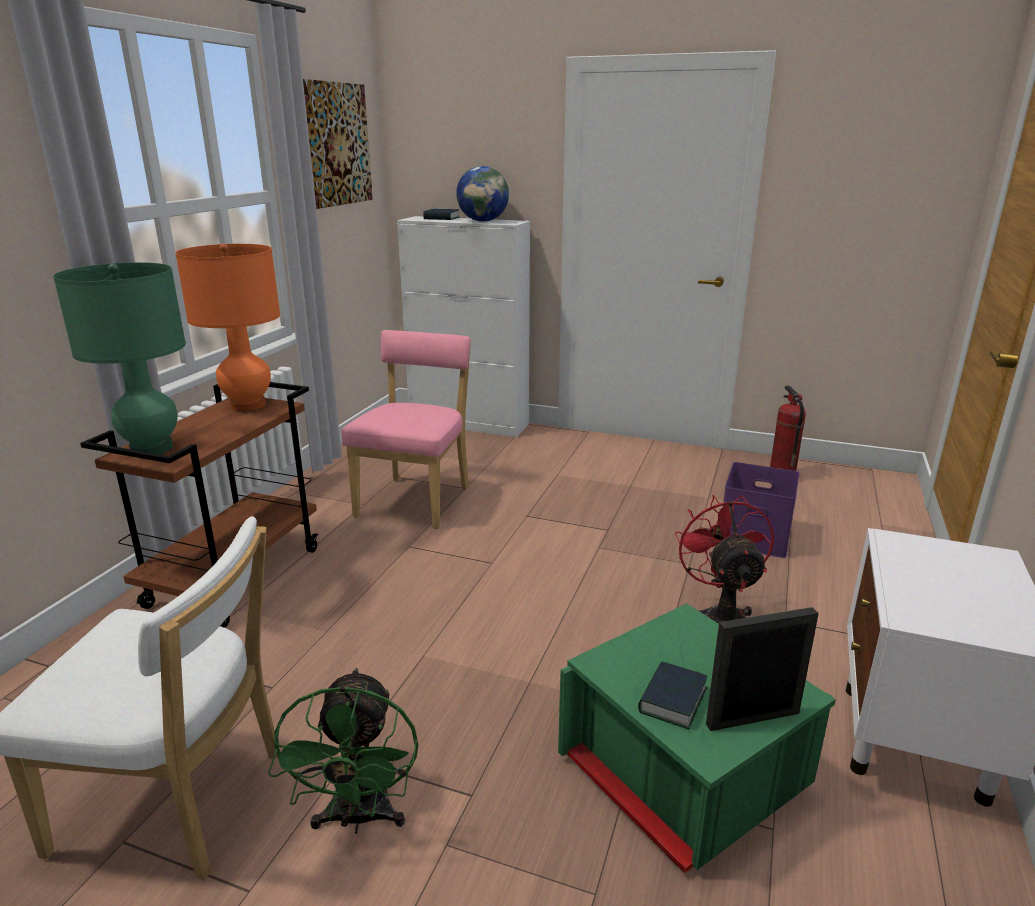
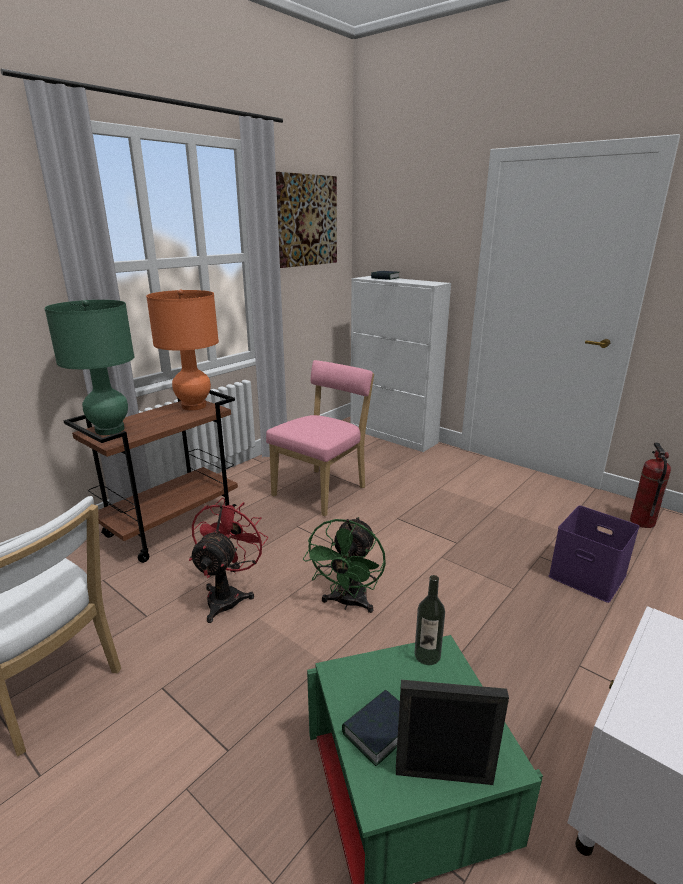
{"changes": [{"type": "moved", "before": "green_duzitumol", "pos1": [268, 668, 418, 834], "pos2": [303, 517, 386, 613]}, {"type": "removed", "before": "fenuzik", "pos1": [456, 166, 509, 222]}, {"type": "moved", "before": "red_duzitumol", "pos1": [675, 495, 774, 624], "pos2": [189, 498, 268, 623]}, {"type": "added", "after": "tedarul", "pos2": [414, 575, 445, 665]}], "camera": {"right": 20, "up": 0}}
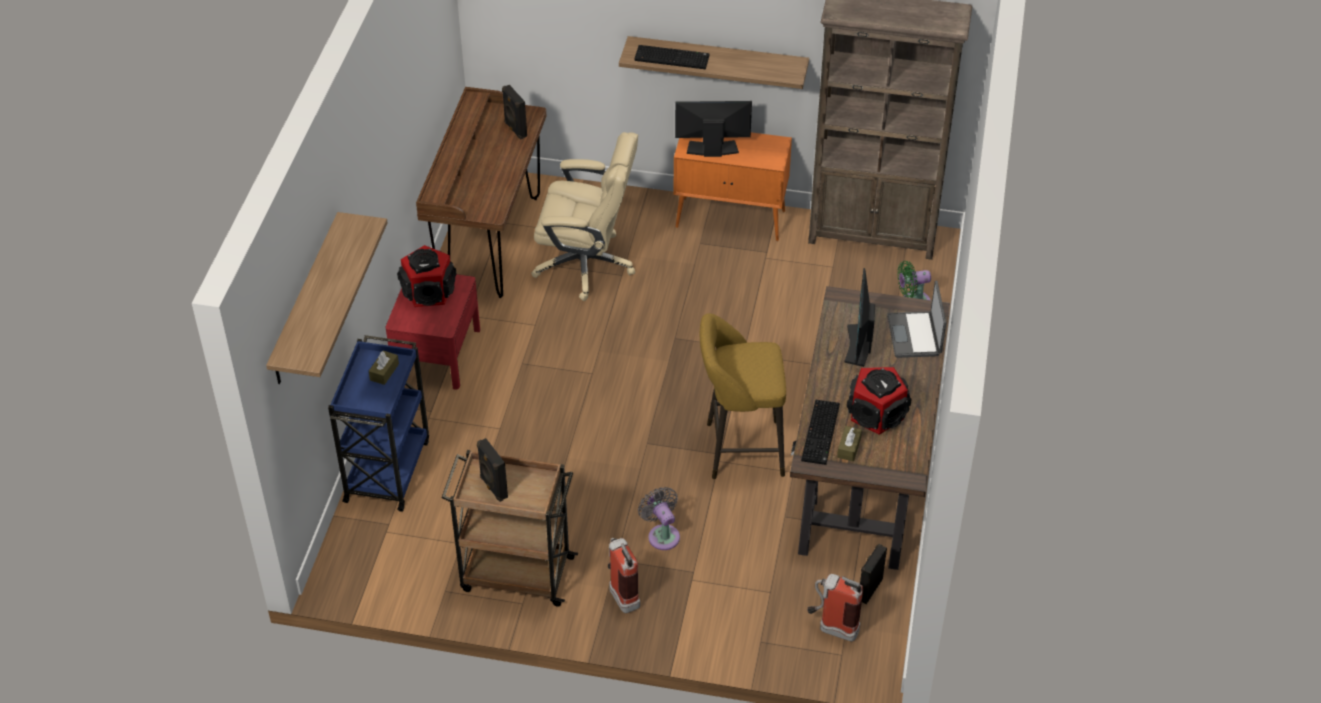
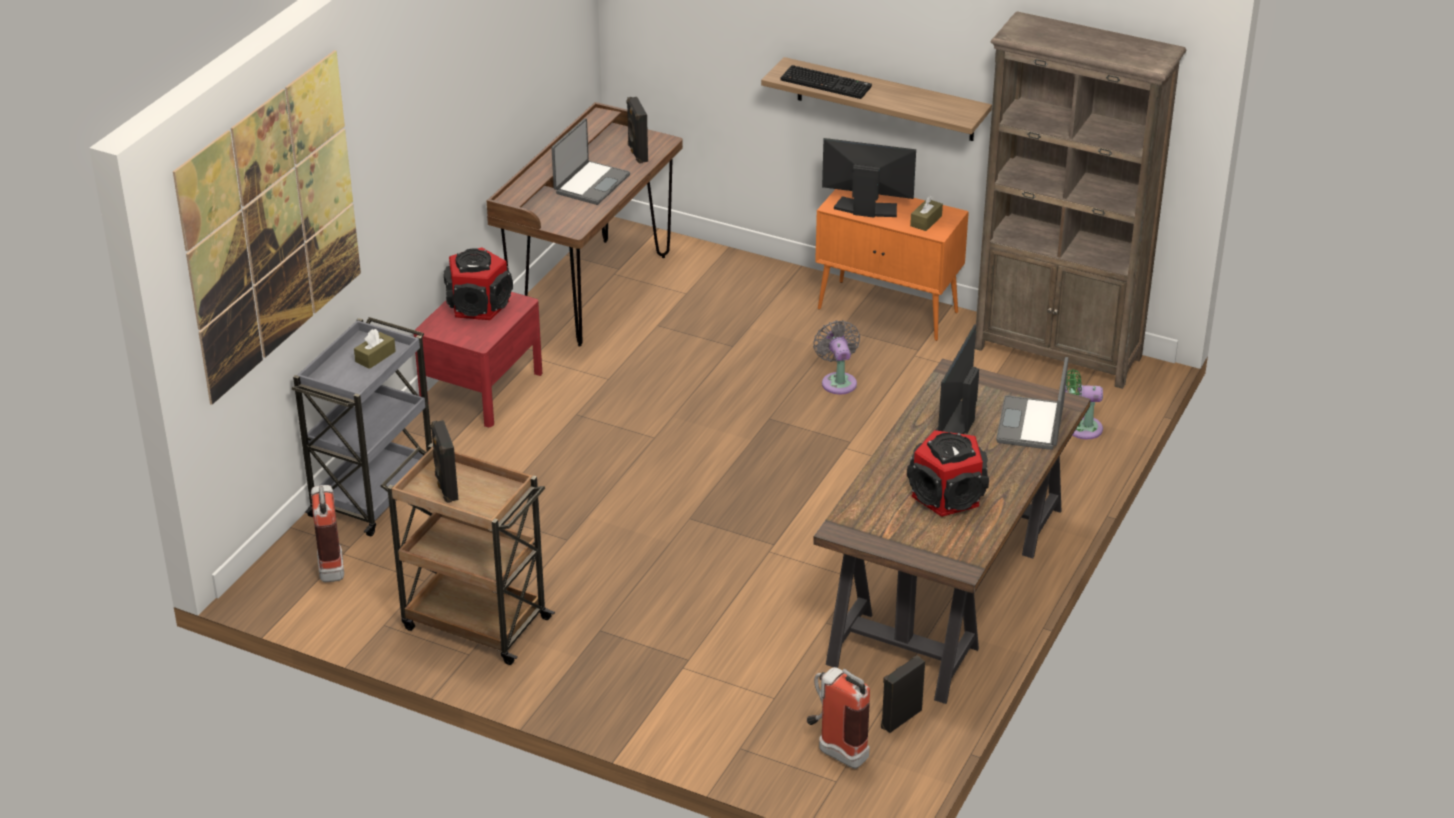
{"changes": [{"type": "replaced", "before": "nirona", "after": "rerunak", "pos1": [266, 212, 388, 384], "pos2": [173, 50, 361, 405]}, {"type": "recoloured", "before": "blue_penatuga", "after": "grey_penatuga", "pos1": [328, 335, 429, 512], "pos2": [292, 317, 432, 537]}, {"type": "removed", "before": "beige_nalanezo", "pos1": [531, 132, 638, 301]}, {"type": "moved", "before": "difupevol", "pos1": [608, 538, 640, 613], "pos2": [311, 485, 344, 582]}, {"type": "moved", "before": "grey_duzitumol", "pos1": [638, 487, 680, 550], "pos2": [813, 320, 860, 394]}, {"type": "removed", "before": "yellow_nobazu", "pos1": [700, 313, 786, 479]}, {"type": "removed", "before": "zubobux", "pos1": [801, 400, 840, 465]}, {"type": "moved", "before": "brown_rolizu", "pos1": [837, 426, 862, 461], "pos2": [910, 196, 943, 231]}, {"type": "added", "after": "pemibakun", "pos2": [552, 118, 630, 205]}], "camera": {"right": 15, "up": -10}}
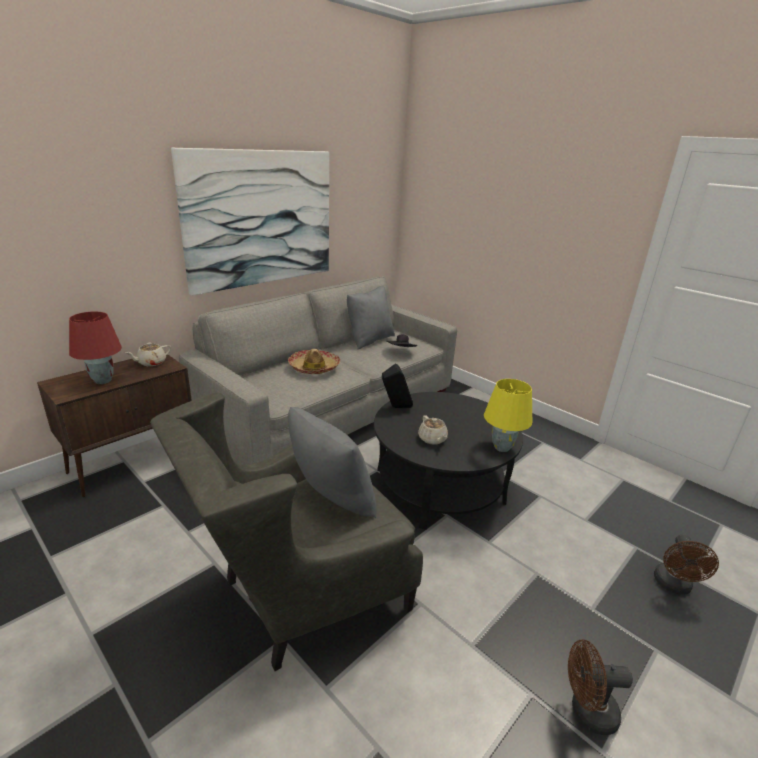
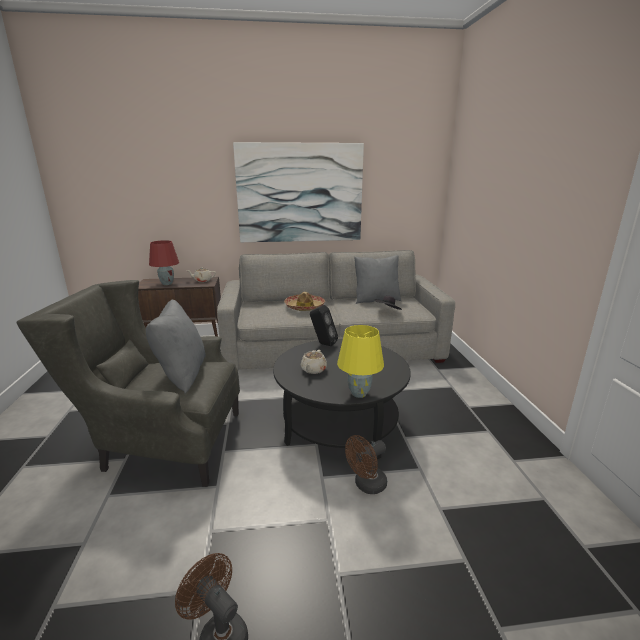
{"changes": [{"type": "moved", "before": "brown_duzitumol", "pos1": [654, 535, 719, 595], "pos2": [345, 435, 387, 494]}], "camera": {"right": 40, "up": -5}}
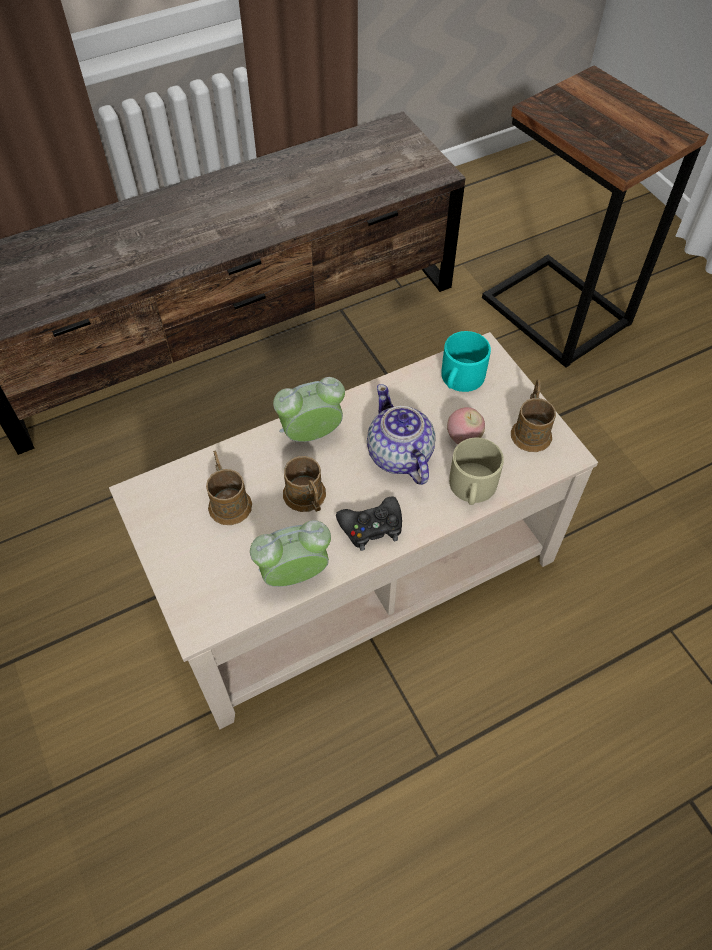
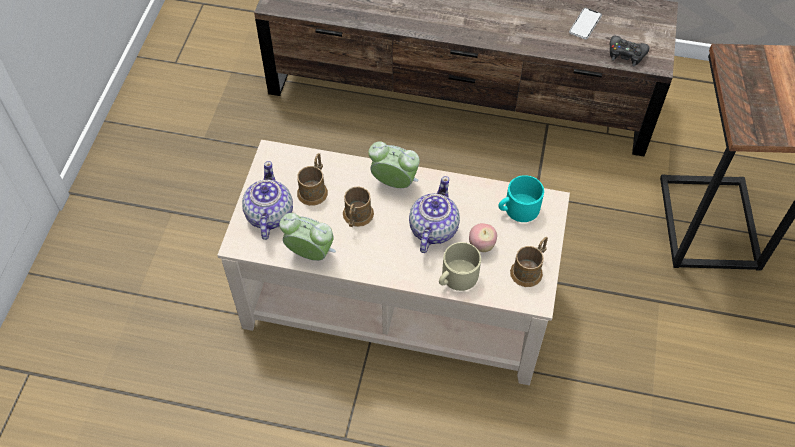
{"changes": [{"type": "moved", "before": "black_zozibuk", "pos1": [336, 496, 402, 551], "pos2": [610, 36, 650, 66]}, {"type": "added", "after": "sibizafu", "pos2": [242, 161, 293, 240]}, {"type": "added", "after": "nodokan", "pos2": [569, 8, 602, 39]}], "camera": {"right": 40, "up": 0}}
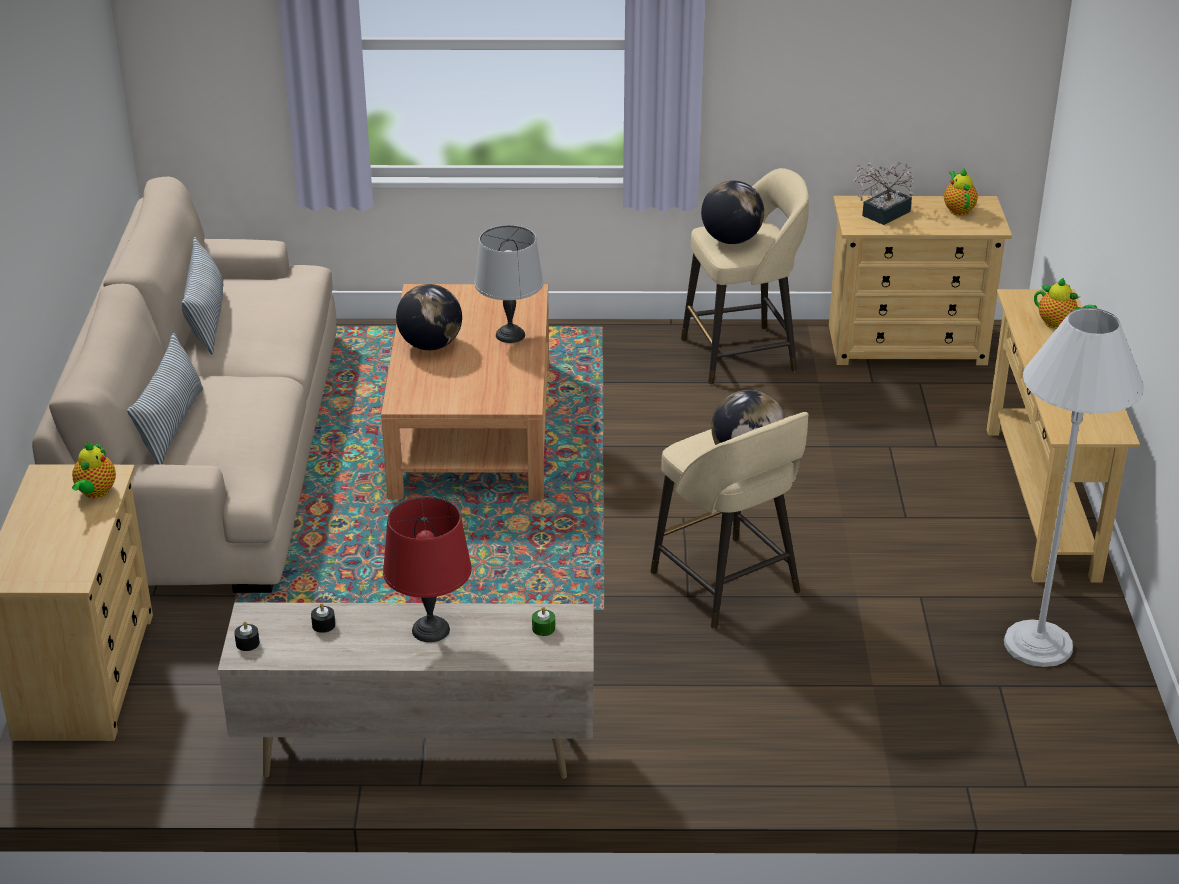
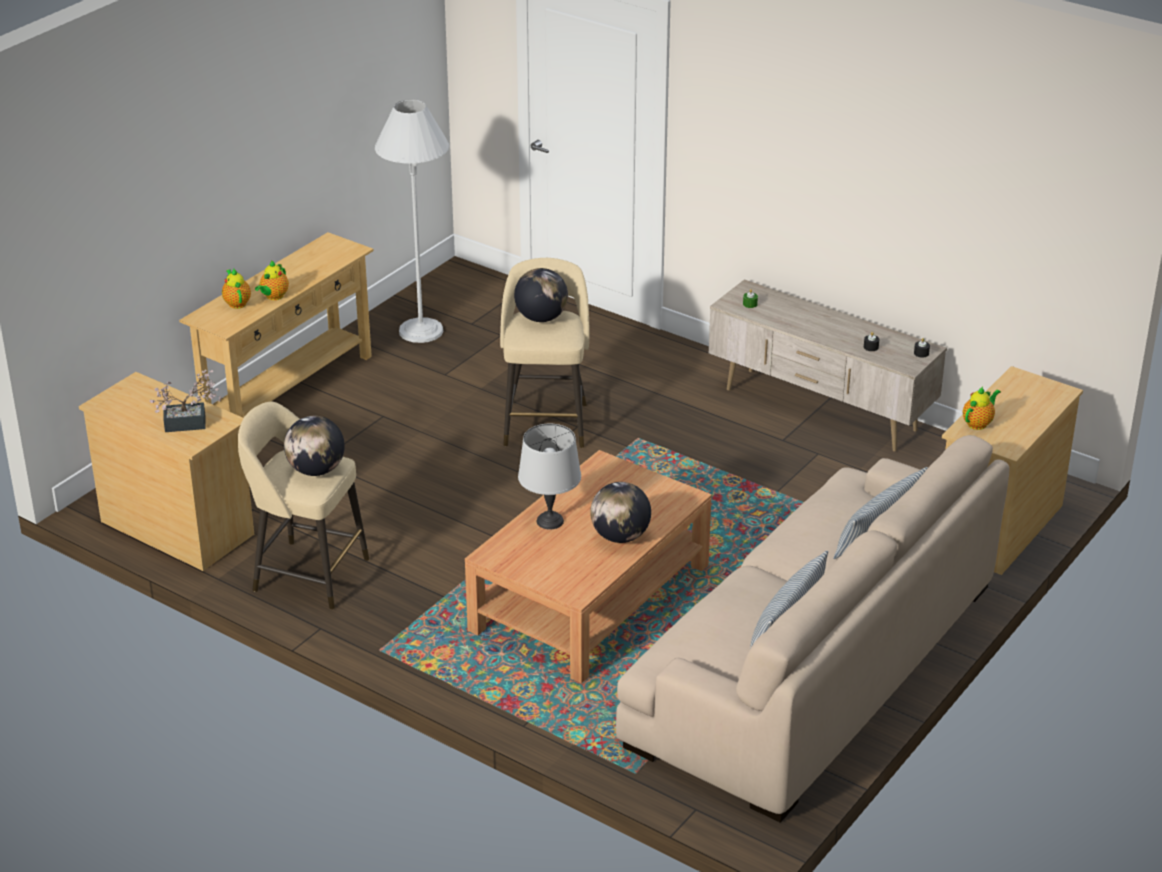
{"changes": [{"type": "removed", "before": "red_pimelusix", "pos1": [383, 496, 472, 642]}, {"type": "moved", "before": "sibizafu", "pos1": [944, 168, 978, 216], "pos2": [255, 261, 289, 300]}], "camera": {"right": -145, "up": 0}}
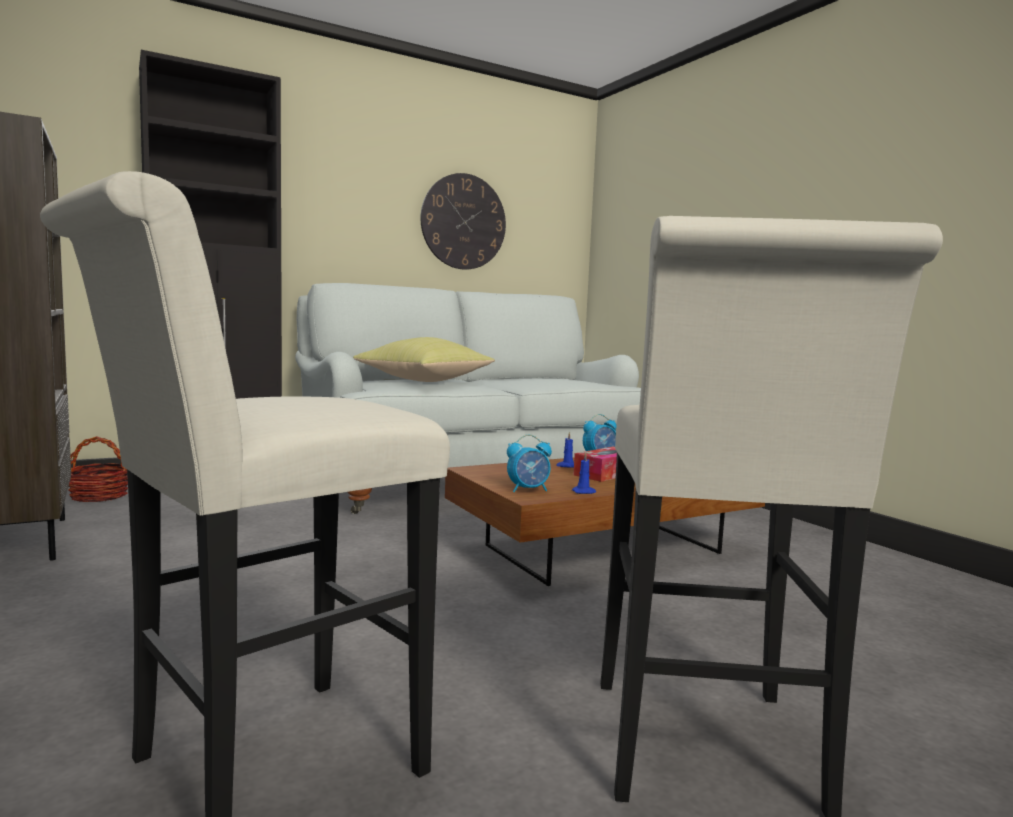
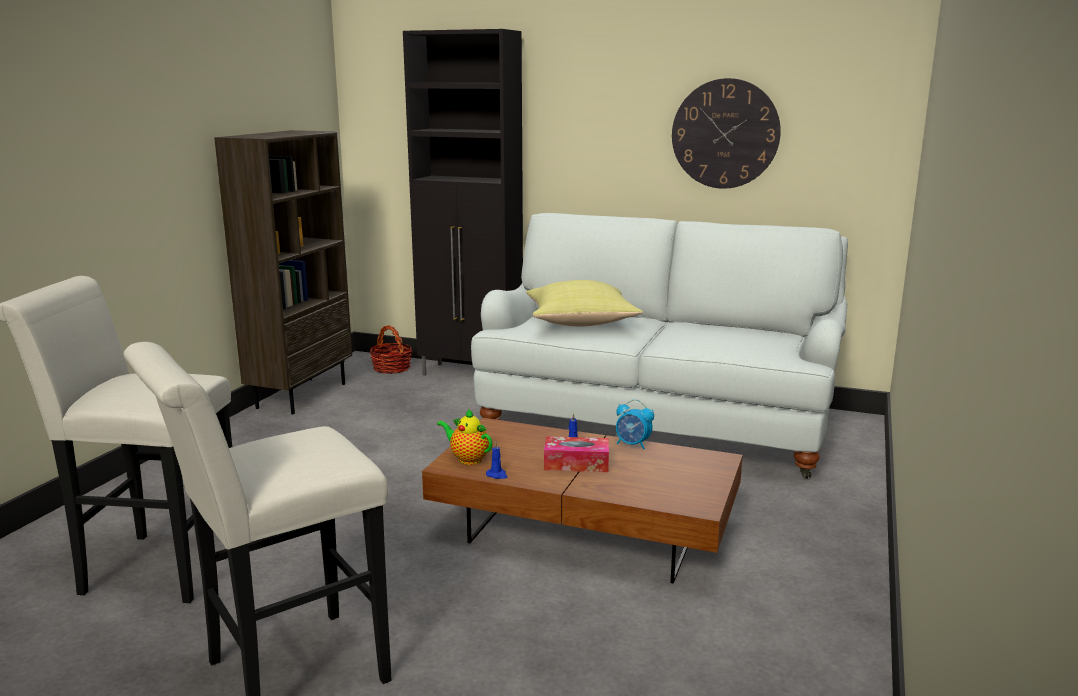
{"changes": [{"type": "replaced", "before": "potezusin", "after": "sibizafu", "pos1": [507, 434, 552, 492], "pos2": [437, 408, 492, 465]}], "camera": {"right": 50, "up": 10}}
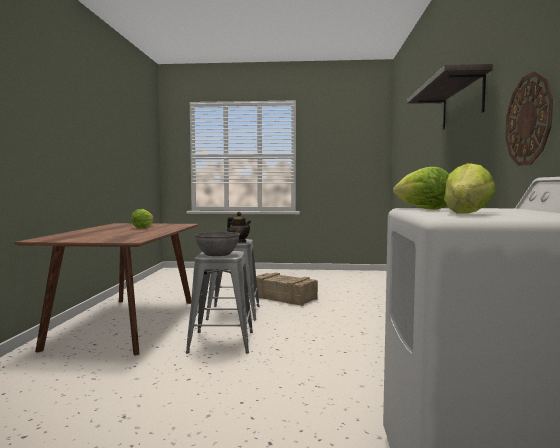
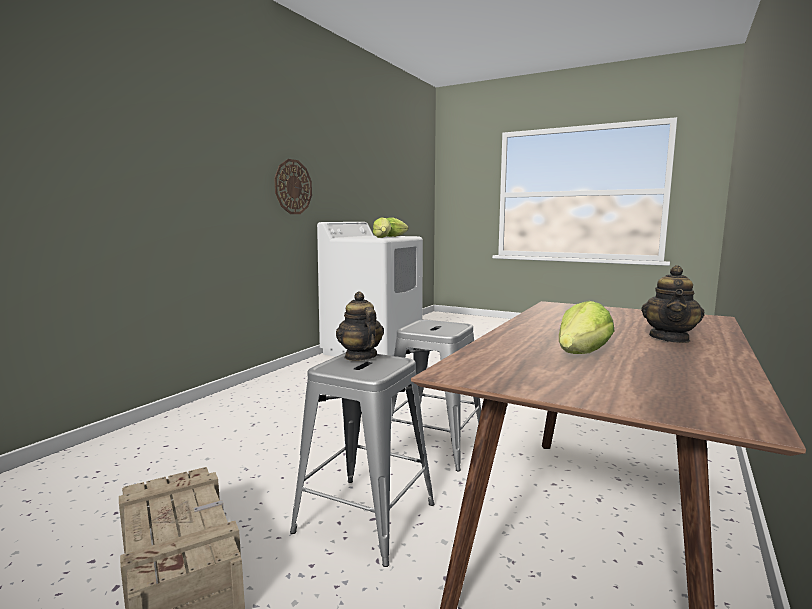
{"changes": [{"type": "removed", "before": "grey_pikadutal", "pos1": [195, 232, 240, 256]}, {"type": "removed", "before": "nirona", "pos1": [407, 64, 493, 129]}, {"type": "added", "after": "sibizafu", "pos2": [641, 265, 705, 343]}], "camera": {"right": -155, "up": 5}}
